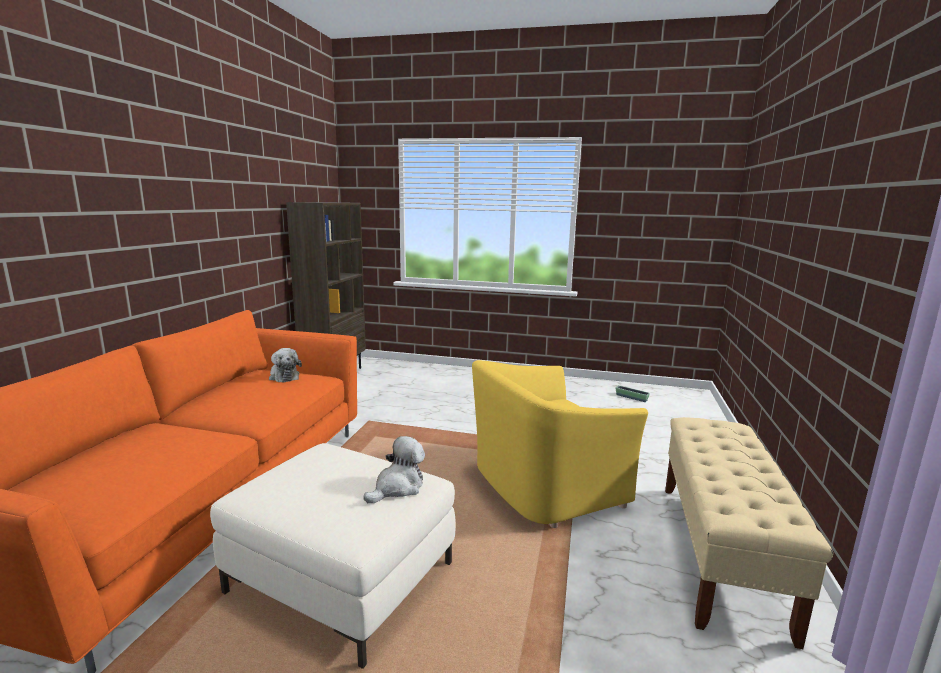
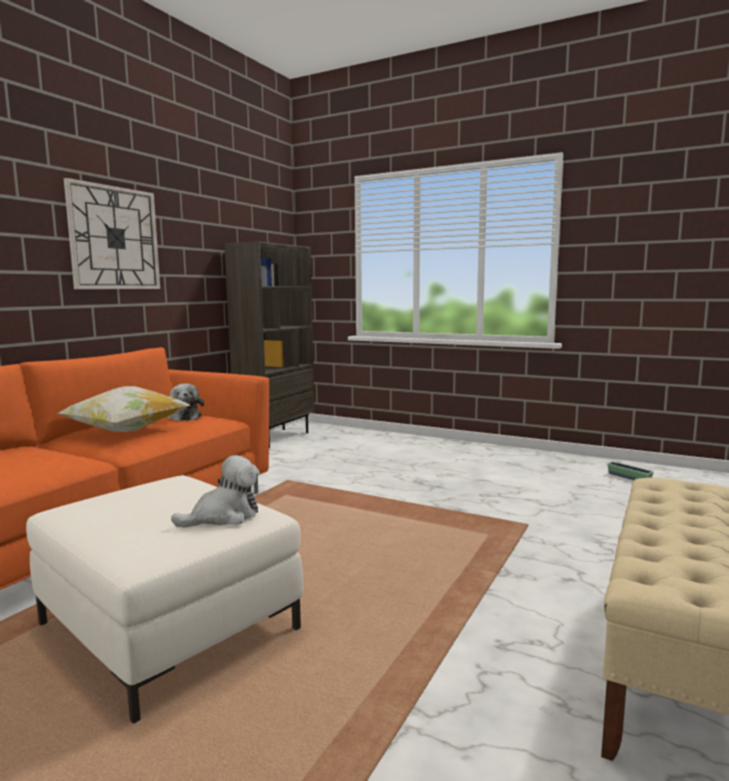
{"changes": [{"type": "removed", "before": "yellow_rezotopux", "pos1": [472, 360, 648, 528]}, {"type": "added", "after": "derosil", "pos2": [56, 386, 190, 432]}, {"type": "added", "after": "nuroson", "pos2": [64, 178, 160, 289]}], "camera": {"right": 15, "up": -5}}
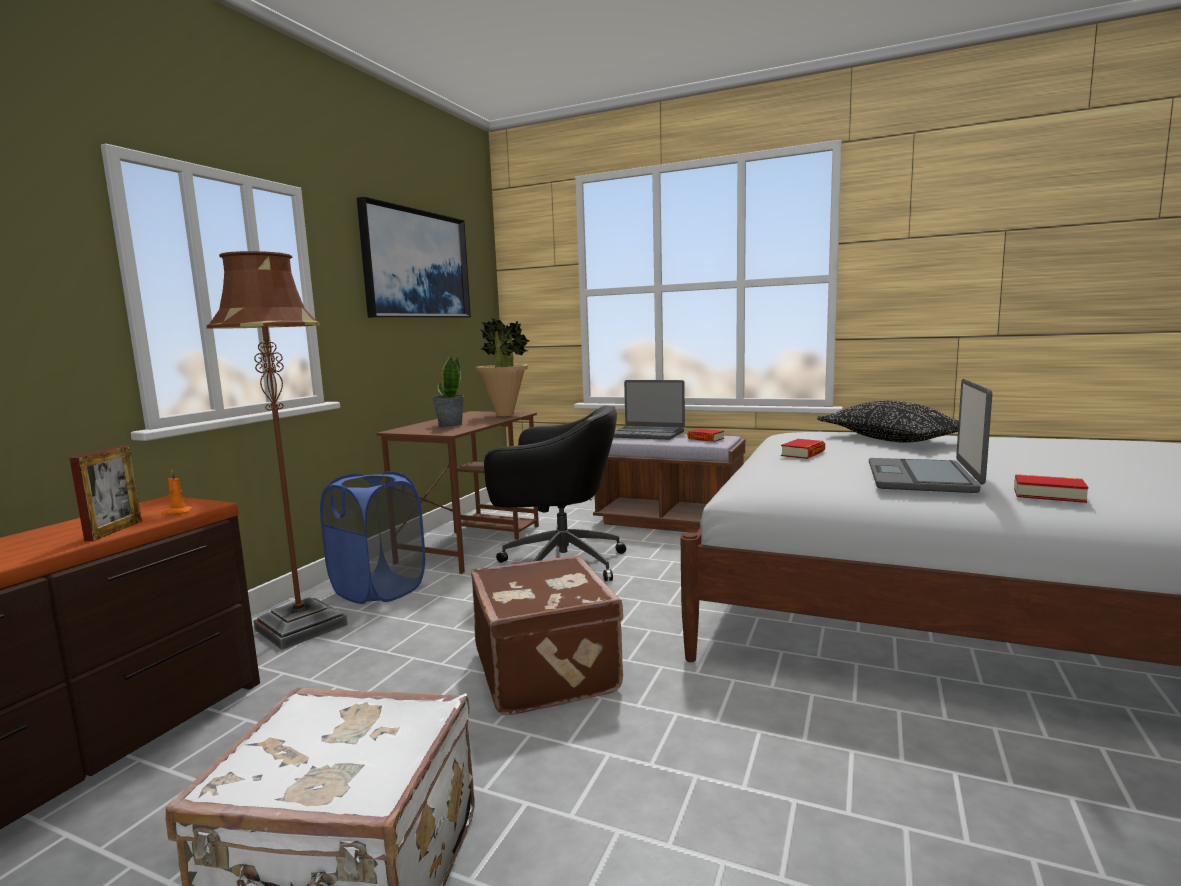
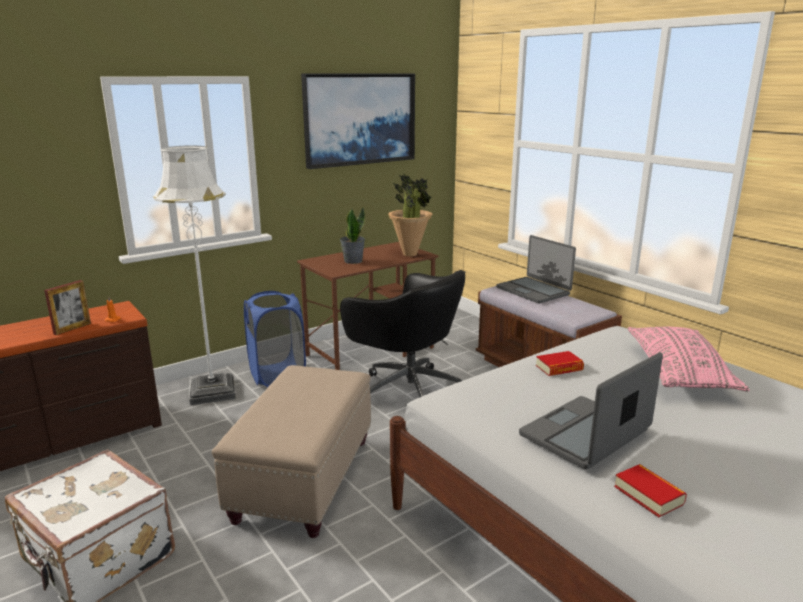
{"changes": [{"type": "recoloured", "before": "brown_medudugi", "after": "white_medudugi", "pos1": [207, 251, 348, 650], "pos2": [153, 146, 236, 406]}, {"type": "replaced", "before": "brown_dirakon", "after": "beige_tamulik", "pos1": [471, 555, 623, 715], "pos2": [212, 365, 371, 538]}, {"type": "removed", "before": "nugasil", "pos1": [688, 429, 724, 442]}, {"type": "recoloured", "before": "black_derosil", "after": "pink_derosil", "pos1": [817, 401, 959, 443], "pos2": [628, 327, 749, 392]}], "camera": {"right": 30, "up": 10}}
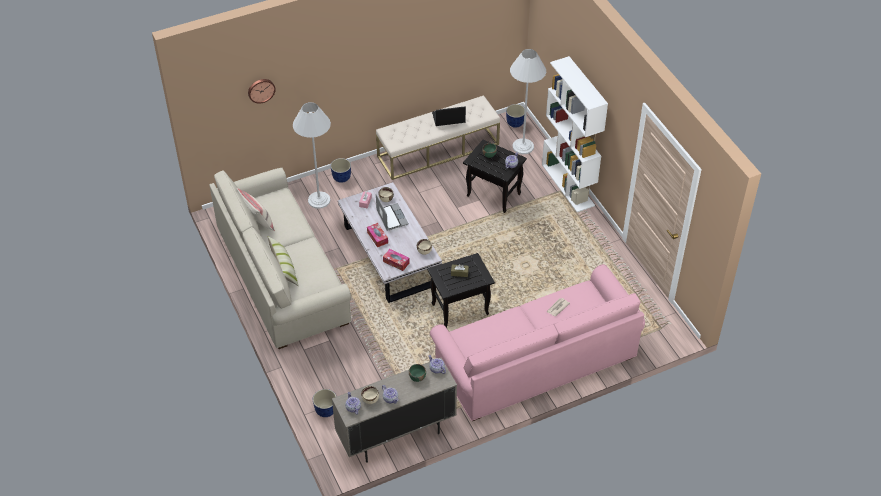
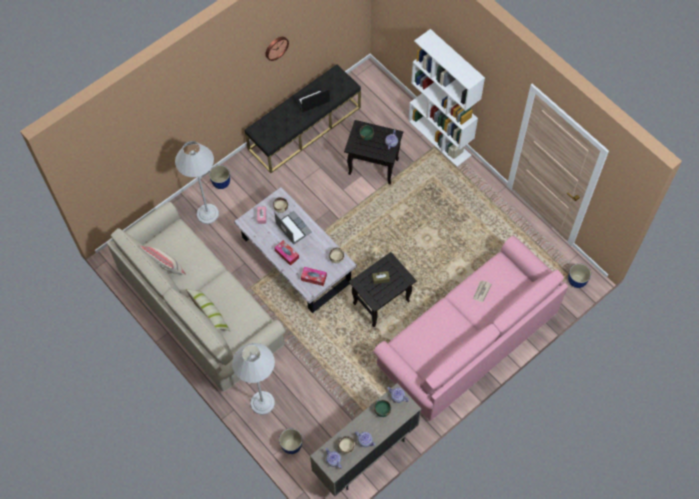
{"changes": [{"type": "moved", "before": "nuroson", "pos1": [248, 79, 276, 103], "pos2": [265, 37, 289, 61]}, {"type": "recoloured", "before": "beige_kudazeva", "after": "black_kudazeva", "pos1": [376, 95, 500, 180], "pos2": [245, 64, 361, 173]}, {"type": "moved", "before": "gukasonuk", "pos1": [506, 104, 525, 128], "pos2": [568, 263, 591, 288]}, {"type": "moved", "before": "white_medudugi", "pos1": [510, 49, 546, 154], "pos2": [232, 343, 275, 415]}], "camera": {"right": -15, "up": 15}}
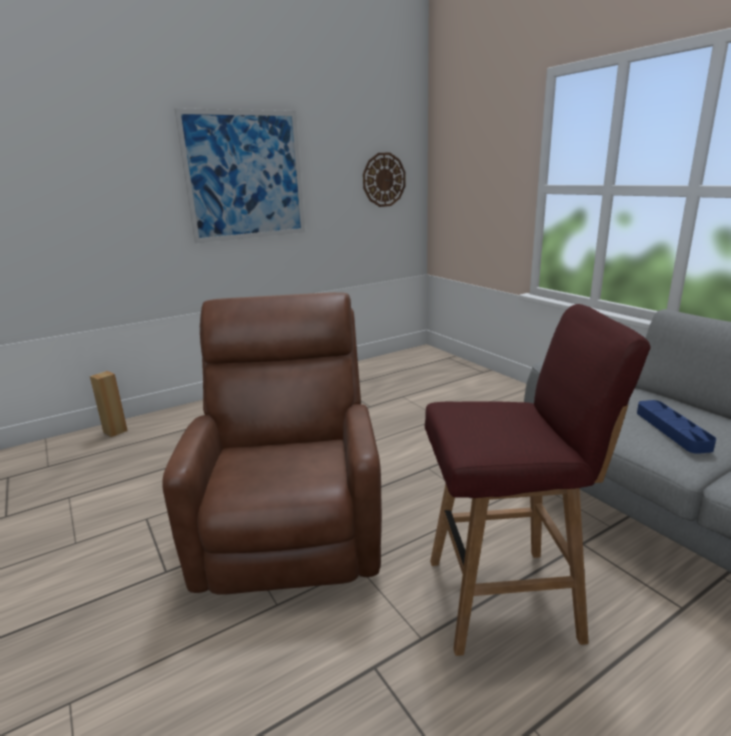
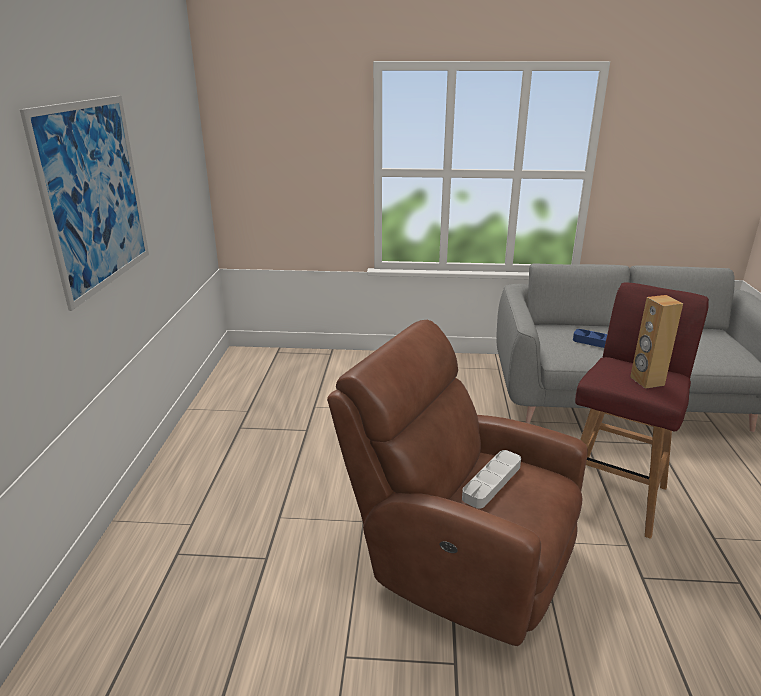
{"changes": [{"type": "moved", "before": "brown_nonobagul", "pos1": [90, 371, 128, 437], "pos2": [630, 295, 683, 389]}, {"type": "removed", "before": "nuroson", "pos1": [363, 153, 406, 207]}, {"type": "added", "after": "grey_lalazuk", "pos2": [462, 450, 521, 509]}], "camera": {"right": -55, "up": 5}}
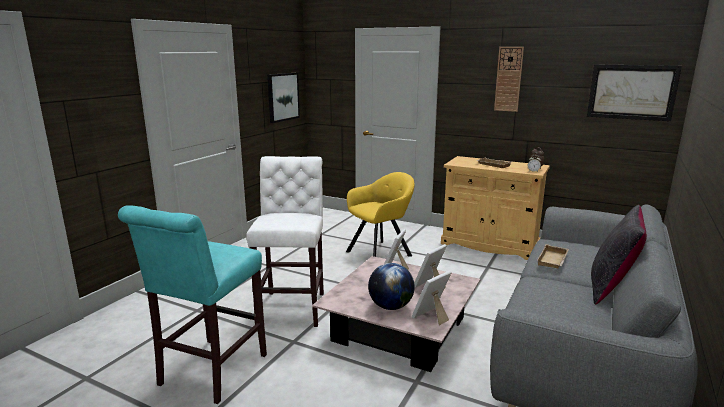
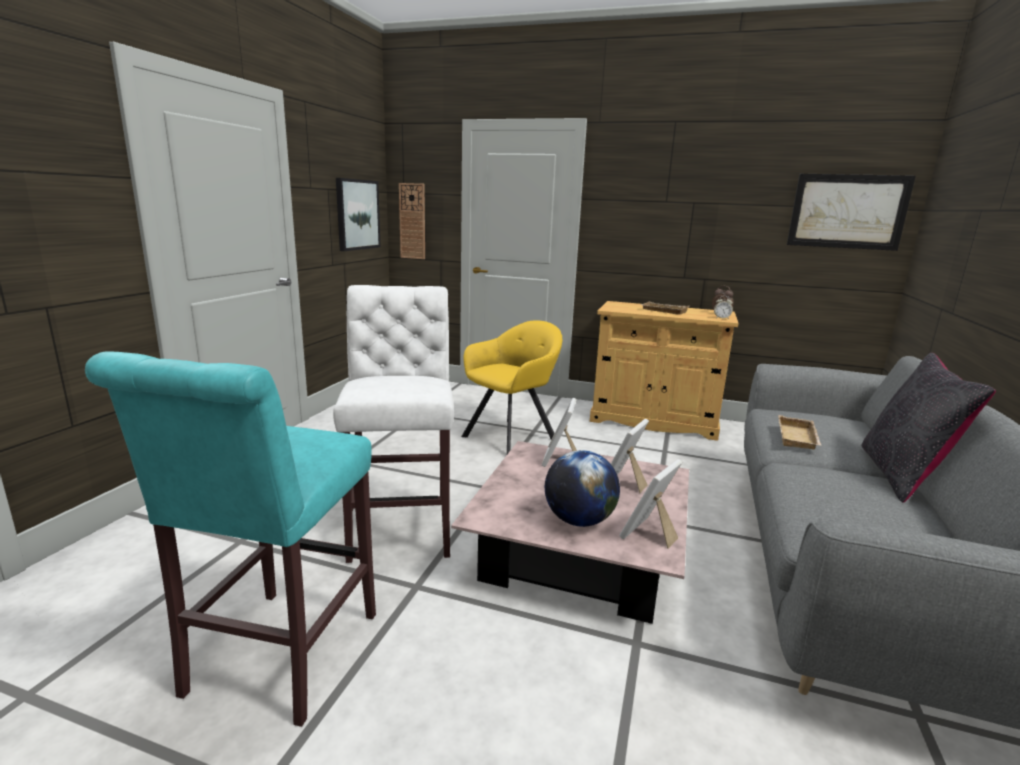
{"changes": [{"type": "moved", "before": "nuroson", "pos1": [494, 47, 524, 112], "pos2": [399, 183, 425, 259]}], "camera": {"right": -10, "up": 0}}
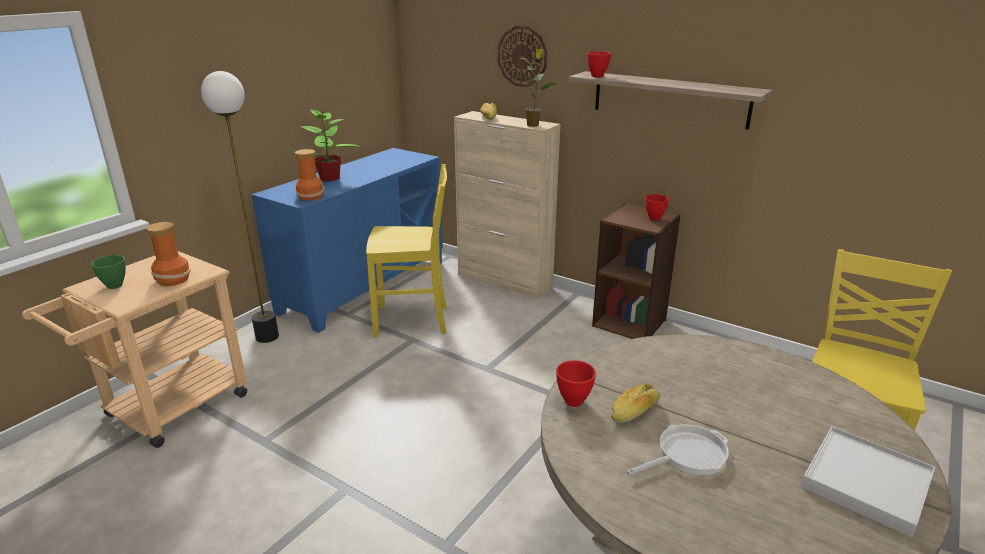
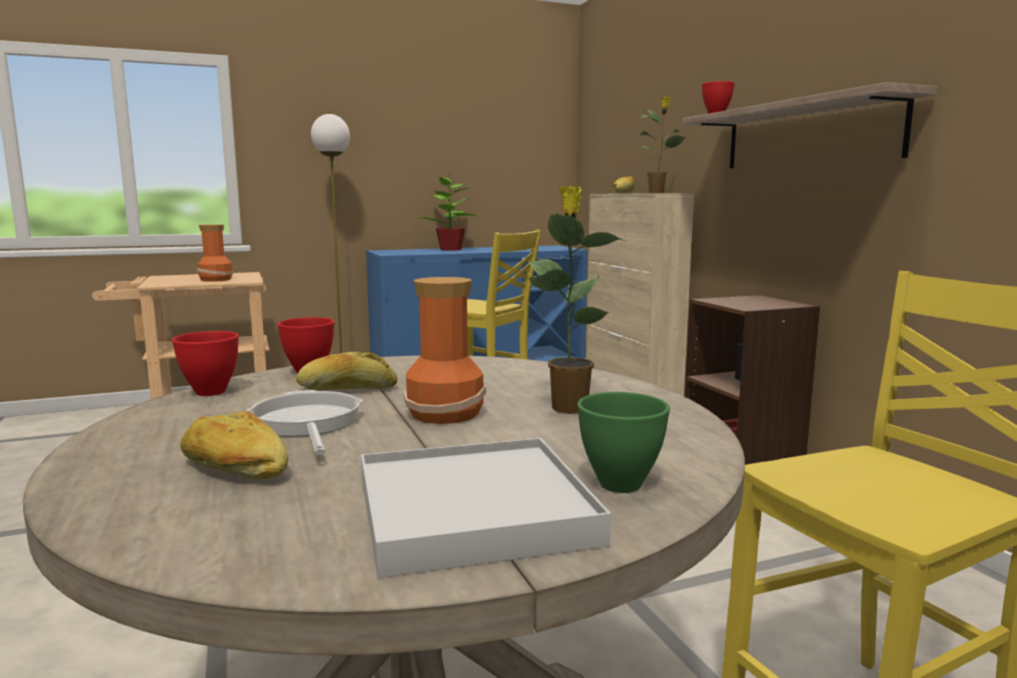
{"changes": [{"type": "moved", "before": "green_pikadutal", "pos1": [91, 255, 126, 289], "pos2": [577, 392, 670, 493]}, {"type": "moved", "before": "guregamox", "pos1": [295, 149, 324, 201], "pos2": [403, 277, 486, 424]}, {"type": "removed", "before": "nuroson", "pos1": [498, 26, 547, 87]}, {"type": "turned", "before": "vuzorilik", "pos1": [626, 424, 729, 475], "pos2": [246, 390, 363, 455], "turn": -120}, {"type": "moved", "before": "red_pikadutal", "pos1": [645, 194, 669, 221], "pos2": [172, 331, 239, 396]}, {"type": "added", "after": "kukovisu", "pos2": [180, 411, 288, 480]}, {"type": "added", "after": "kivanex", "pos2": [529, 186, 626, 414]}], "camera": {"right": 35, "up": -15}}
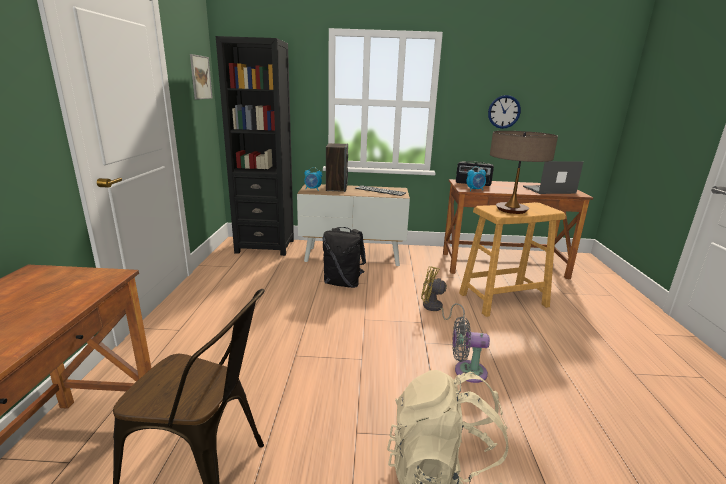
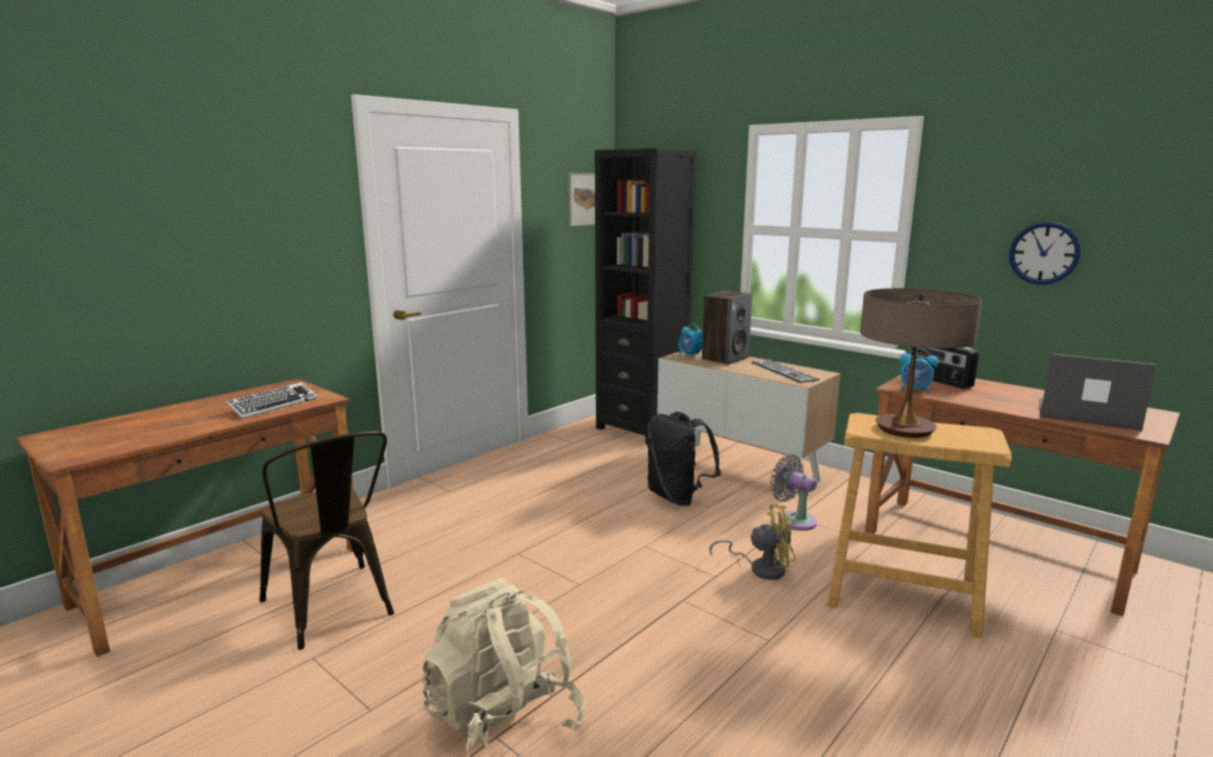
{"changes": [{"type": "turned", "before": "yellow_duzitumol", "pos1": [421, 266, 465, 320], "pos2": [709, 504, 796, 580], "turn": 120}, {"type": "moved", "before": "grey_duzitumol", "pos1": [452, 317, 490, 383], "pos2": [770, 454, 817, 531]}, {"type": "added", "after": "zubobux", "pos2": [226, 382, 317, 419]}], "camera": {"right": 40, "up": -5}}
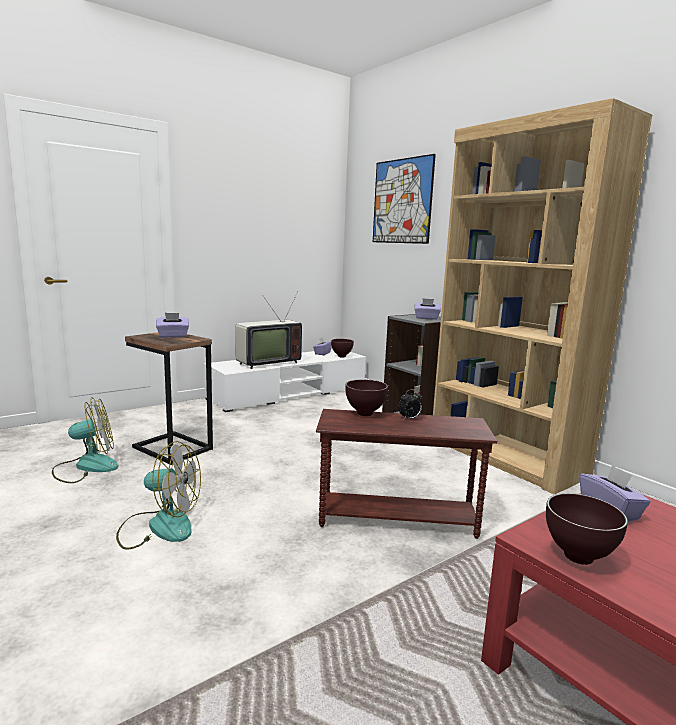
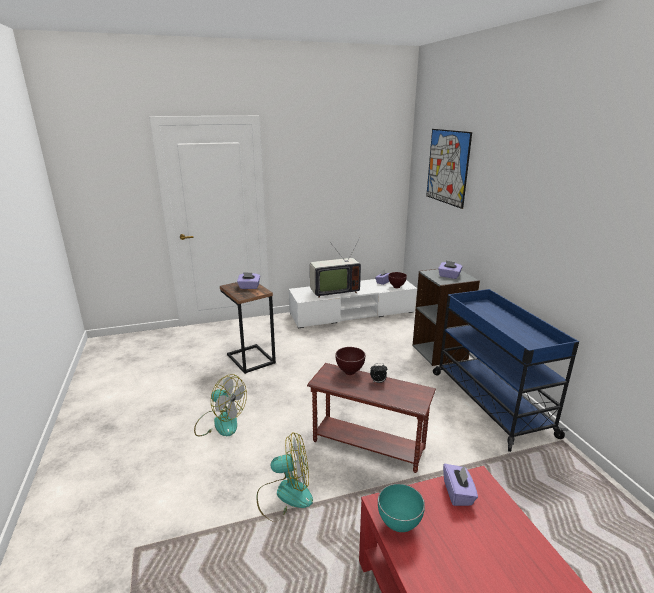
{"changes": [{"type": "moved", "before": "duzitumol", "pos1": [52, 397, 118, 483], "pos2": [256, 432, 313, 522]}, {"type": "replaced", "before": "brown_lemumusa", "after": "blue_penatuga", "pos1": [433, 98, 652, 495], "pos2": [433, 289, 579, 452]}, {"type": "recoloured", "before": "brown_pikadutal", "after": "turquoise_pikadutal", "pos1": [546, 493, 628, 565], "pos2": [378, 483, 425, 532]}], "camera": {"right": 20, "up": 10}}
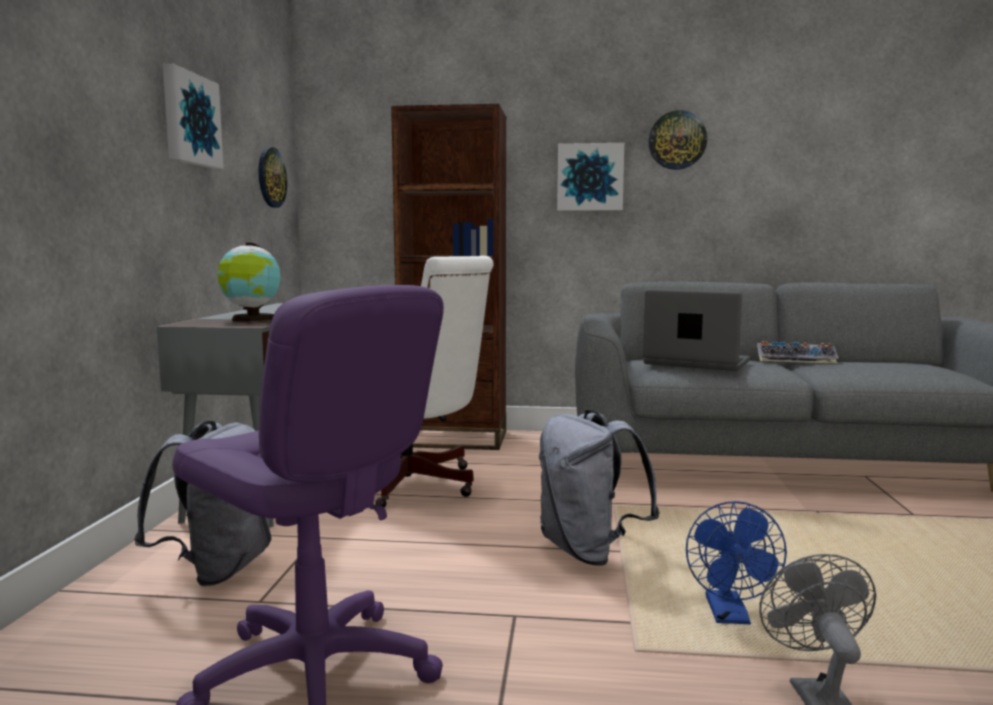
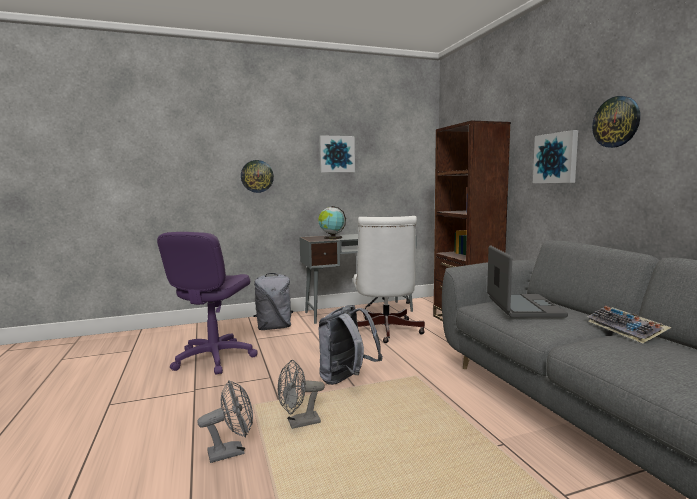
{"changes": [{"type": "moved", "before": "nuroson", "pos1": [258, 147, 287, 208], "pos2": [241, 160, 274, 193]}, {"type": "recoloured", "before": "blue_duzitumol", "after": "grey_duzitumol", "pos1": [686, 501, 787, 624], "pos2": [278, 360, 325, 429]}], "camera": {"right": 65, "up": 0}}
